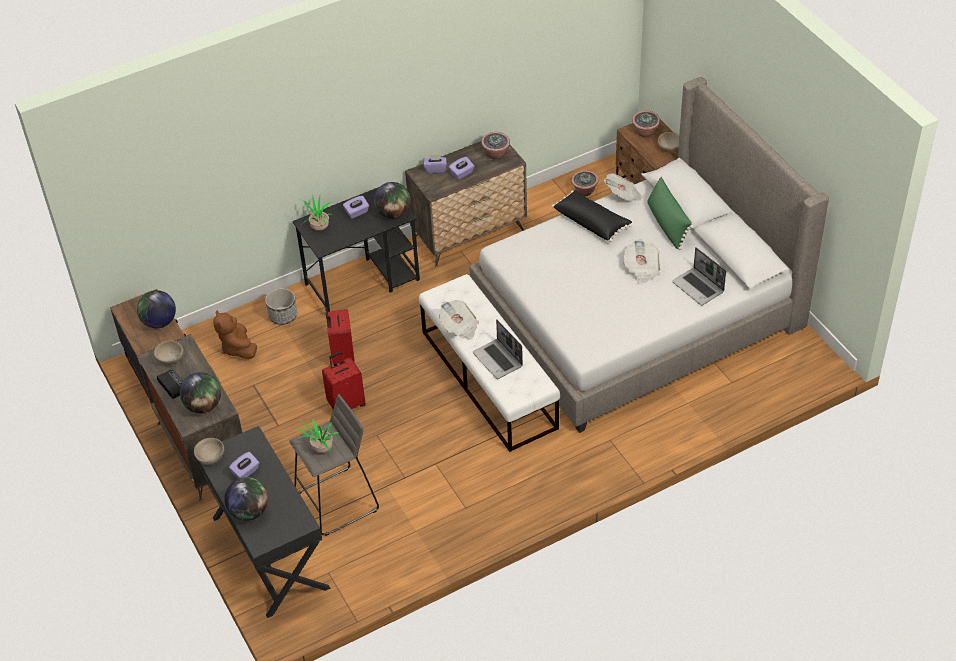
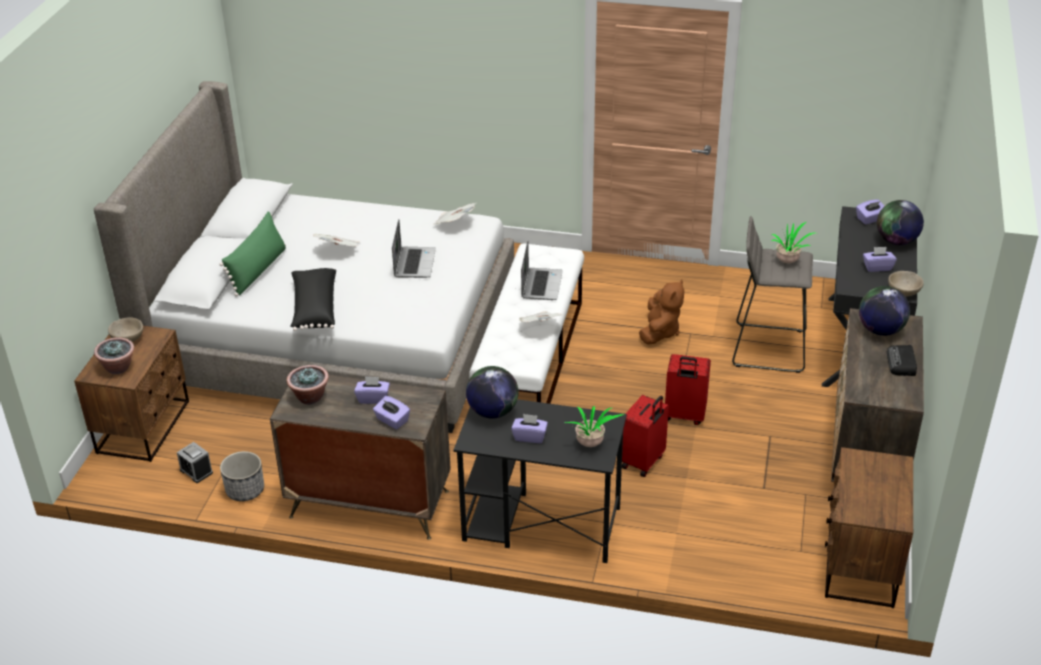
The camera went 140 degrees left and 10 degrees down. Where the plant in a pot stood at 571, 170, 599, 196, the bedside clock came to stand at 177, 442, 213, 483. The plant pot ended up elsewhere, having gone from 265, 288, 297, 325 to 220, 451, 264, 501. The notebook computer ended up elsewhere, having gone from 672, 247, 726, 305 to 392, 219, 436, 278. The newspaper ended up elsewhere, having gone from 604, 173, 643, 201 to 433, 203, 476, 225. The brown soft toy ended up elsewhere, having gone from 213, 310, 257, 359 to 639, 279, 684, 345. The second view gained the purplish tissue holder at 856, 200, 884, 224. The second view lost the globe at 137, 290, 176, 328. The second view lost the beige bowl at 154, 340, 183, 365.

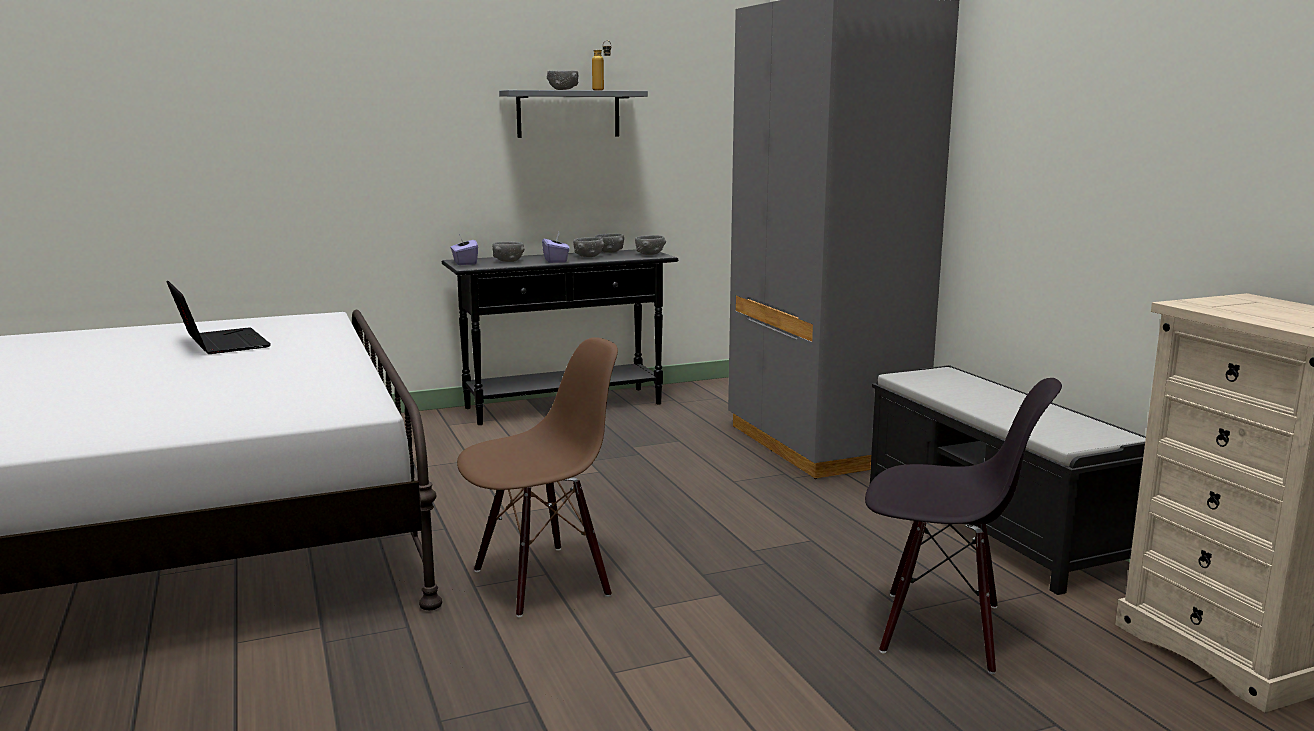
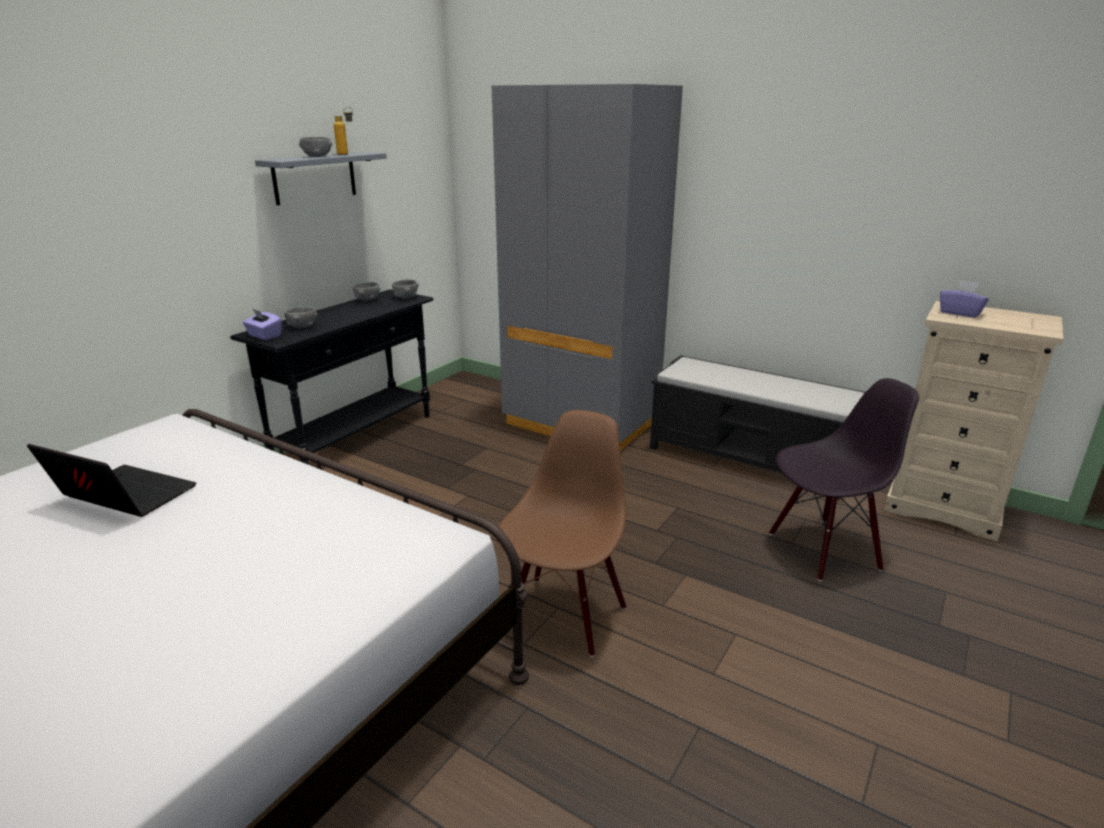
The camera went 35 degrees left and 10 degrees up. The purplish tissue holder ended up elsewhere, having gone from 542, 232, 570, 263 to 940, 280, 989, 318. The second view lost the greyish bowl at 573, 237, 604, 257.

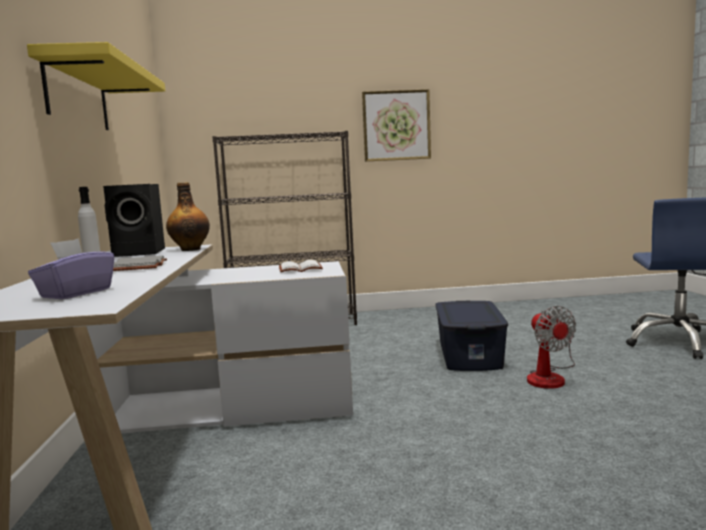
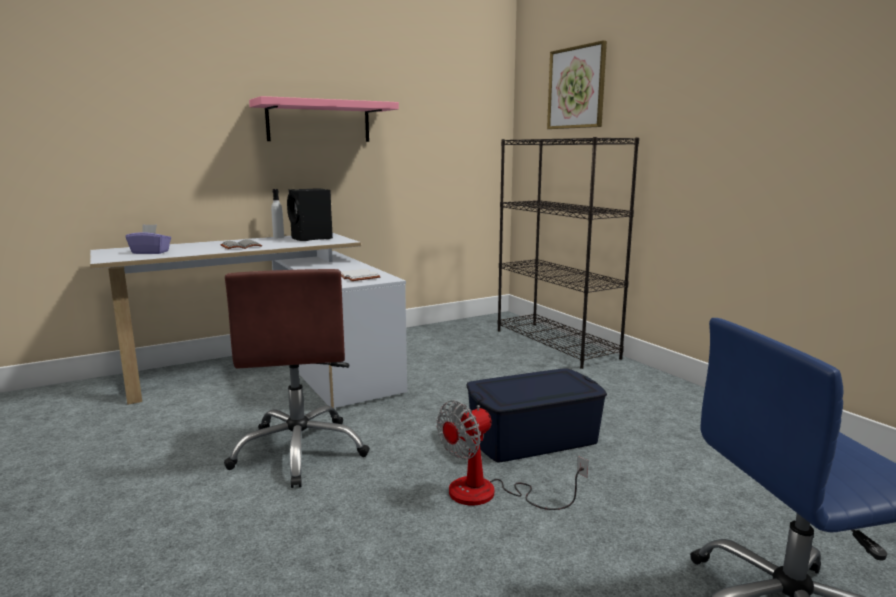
The camera went 65 degrees right and 5 degrees up. The second view gained the brown office chair at 224, 269, 370, 488. What was the yellow bracket shelf at 27, 42, 165, 130 turned into the pink bracket shelf at 249, 96, 399, 142. The wall picture ended up elsewhere, having gone from 362, 89, 431, 162 to 547, 40, 607, 129. The second view lost the beverage bottle at 166, 182, 210, 251.

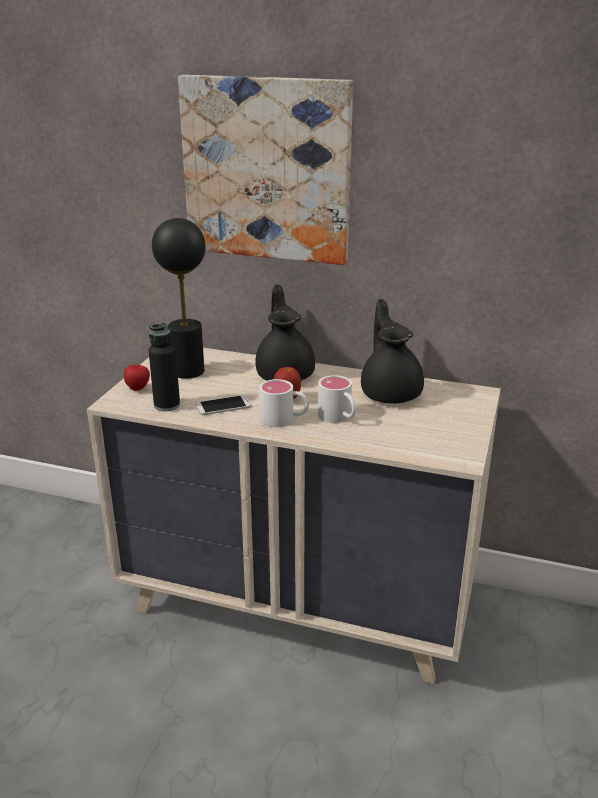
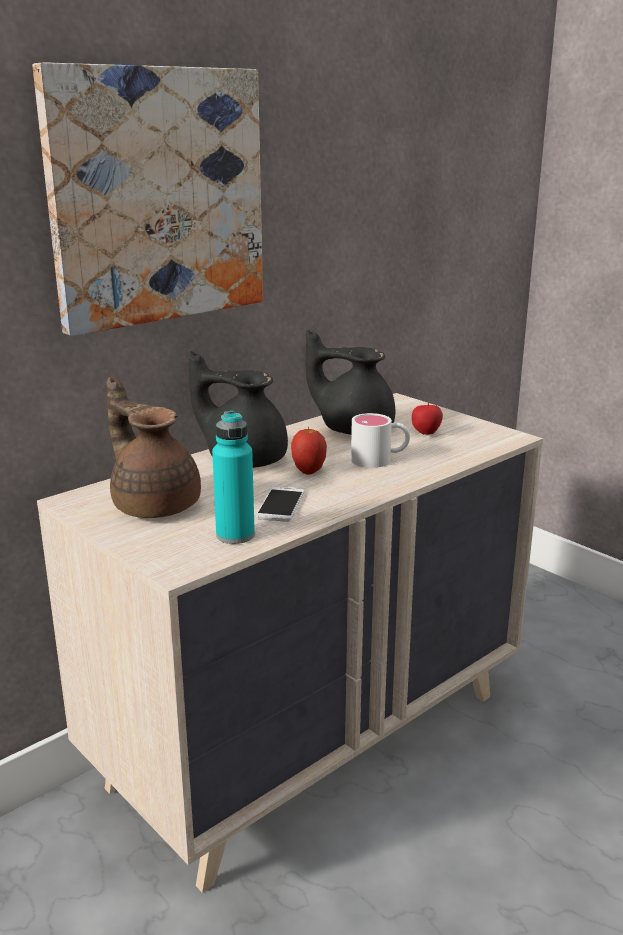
The camera went 60 degrees left and 5 degrees down. Where the blackish tabletop lamp stood at 152, 218, 206, 379, the brown pot for tea came to stand at 107, 377, 201, 518. What was the blackish beverage bottle at 149, 323, 180, 411 turned into the turquoise-coloured beverage bottle at 212, 411, 255, 544. The apple ended up elsewhere, having gone from 124, 365, 150, 391 to 412, 403, 443, 435. The second view lost the whitish mug at 259, 379, 309, 427.

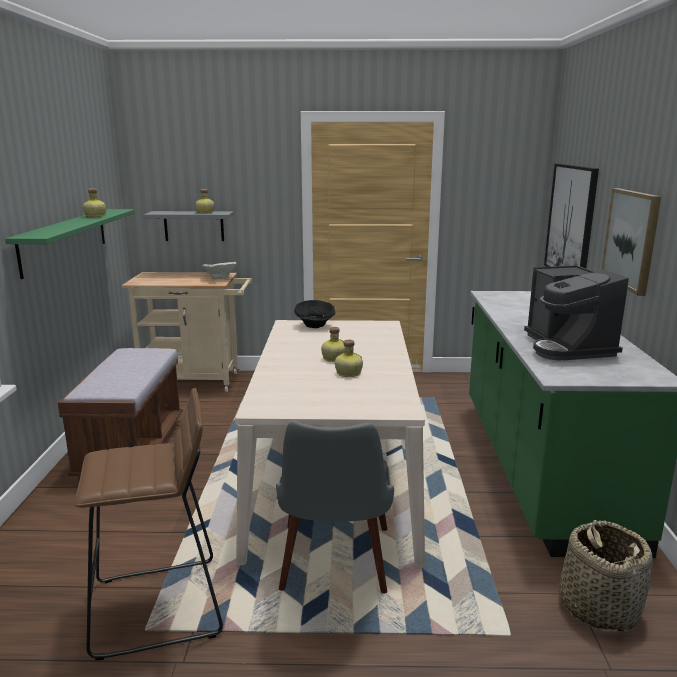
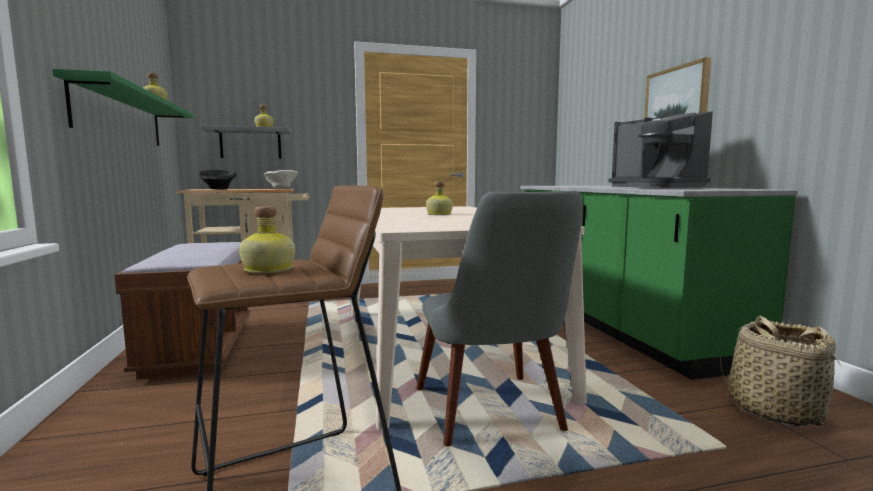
The camera went 15 degrees left and 10 degrees down. The blackish bowl ended up elsewhere, having gone from 294, 300, 336, 328 to 198, 170, 237, 190. The beverage bottle ended up elsewhere, having gone from 335, 340, 363, 377 to 239, 206, 295, 273. The second view lost the wall picture at 544, 164, 599, 268.

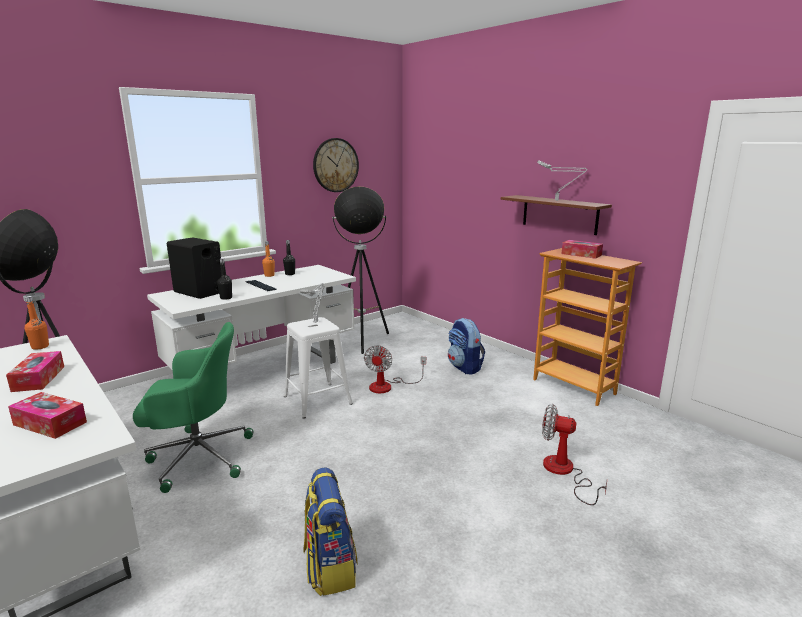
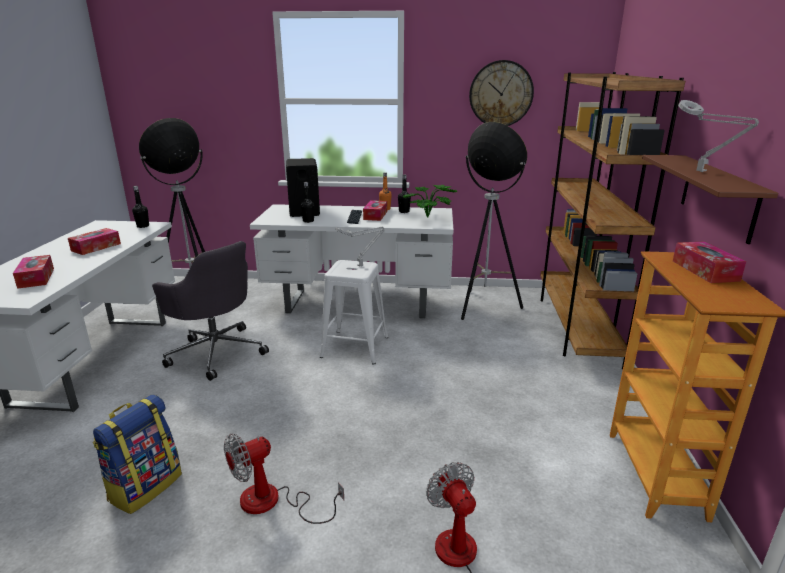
The camera went 45 degrees right and 5 degrees up. What was the orange beverage bottle at 25, 296, 49, 350 turned into the blackish beverage bottle at 132, 186, 149, 228. What was the green office chair at 133, 322, 254, 493 turned into the greyish office chair at 152, 241, 269, 381. The fan ended up elsewhere, having gone from 364, 345, 426, 393 to 224, 434, 344, 524. The second view gained the tissue holder at 363, 200, 387, 221. The second view gained the plant in a pot at 403, 184, 457, 218. The second view gained the brown shelving unit at 540, 72, 685, 370. The second view lost the rucksack at 448, 318, 485, 375.

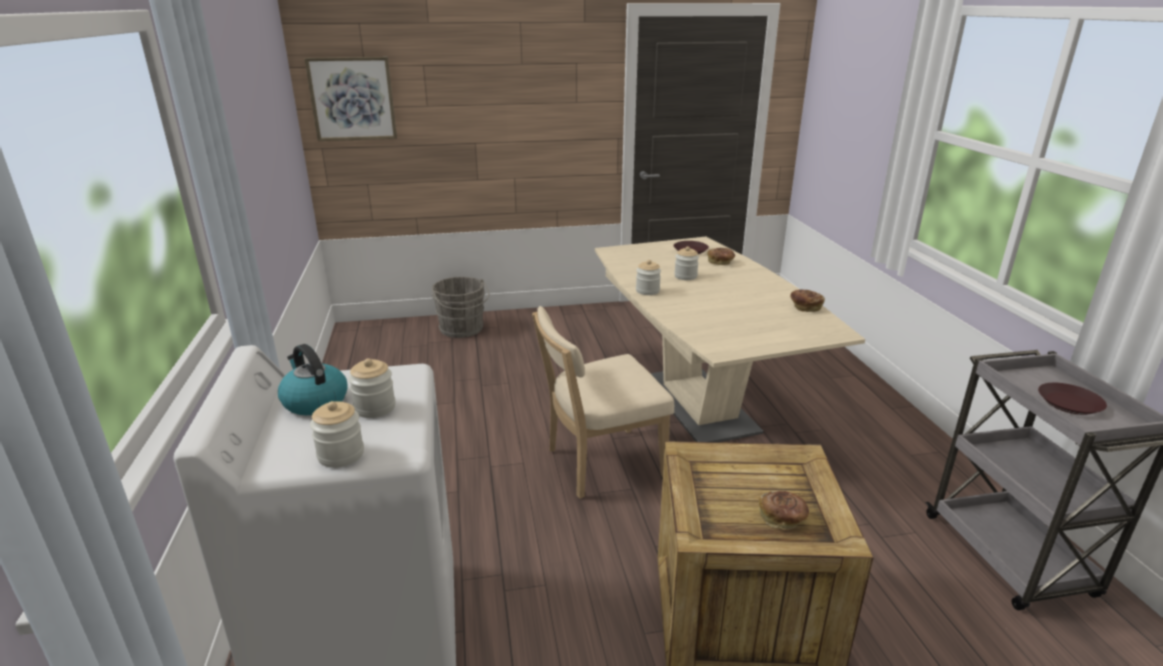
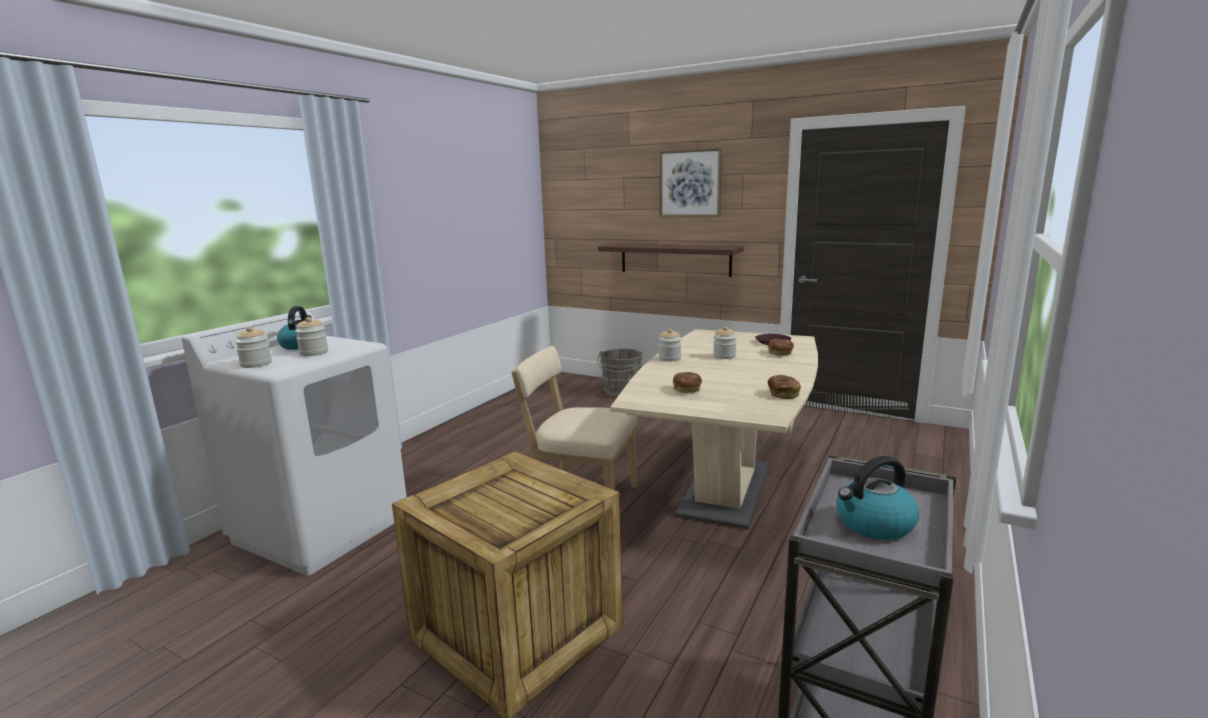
The camera went 40 degrees right and 10 degrees down. The second view gained the bracket shelf at 598, 243, 744, 277. The wall picture ended up elsewhere, having gone from 304, 57, 397, 141 to 659, 148, 722, 217. The bakery bread ended up elsewhere, having gone from 759, 490, 809, 530 to 673, 372, 702, 393. Where the brown plate stood at 1038, 383, 1107, 415, the kettle came to stand at 836, 456, 919, 540.

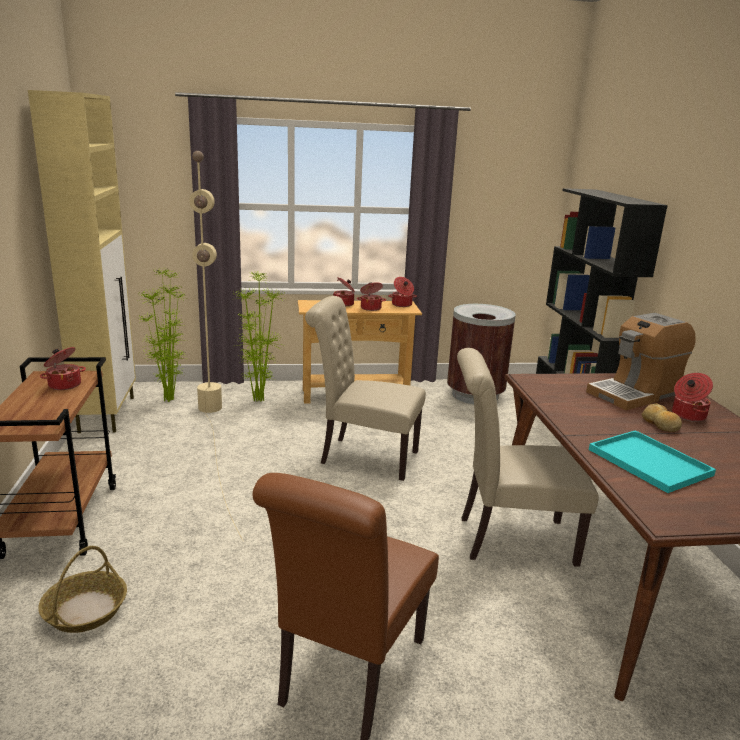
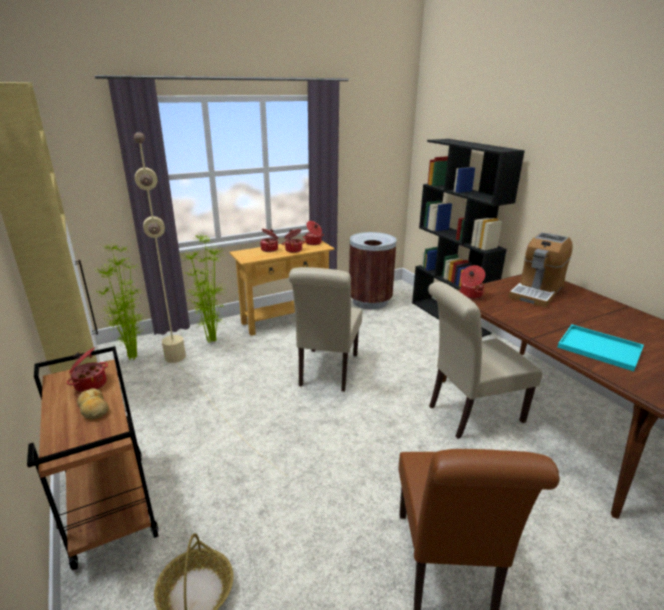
The camera went 20 degrees left and 5 degrees up. The bakery bread ended up elsewhere, having gone from 642, 403, 682, 432 to 77, 388, 109, 419. The beige upright chair at 305, 296, 426, 481 ended up facing another way, 75 degrees counterclockwise from before. The cooking pot ended up elsewhere, having gone from 672, 373, 713, 422 to 460, 265, 485, 299.

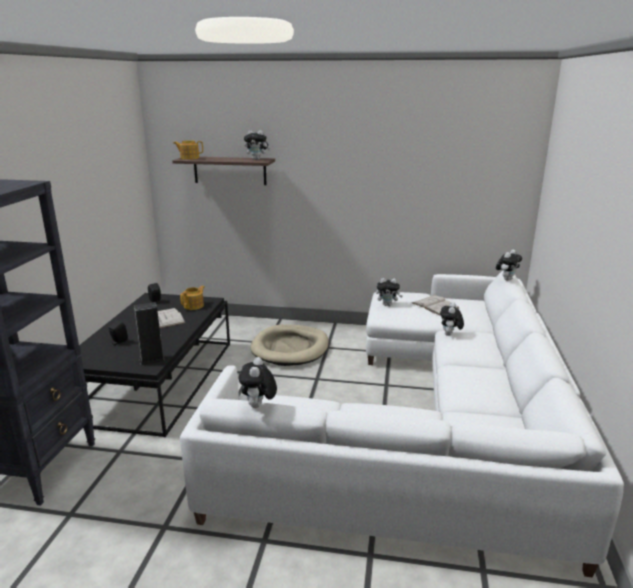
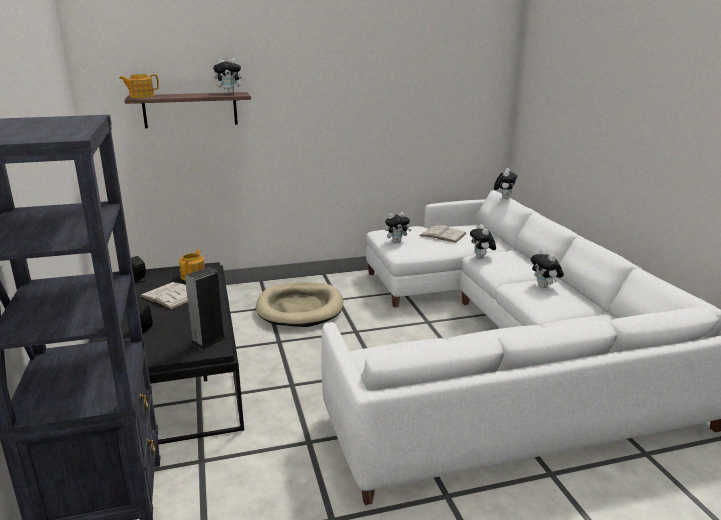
The camera went 25 degrees left and 0 degrees up. The soft toy ended up elsewhere, having gone from 239, 357, 277, 408 to 531, 249, 564, 288.

